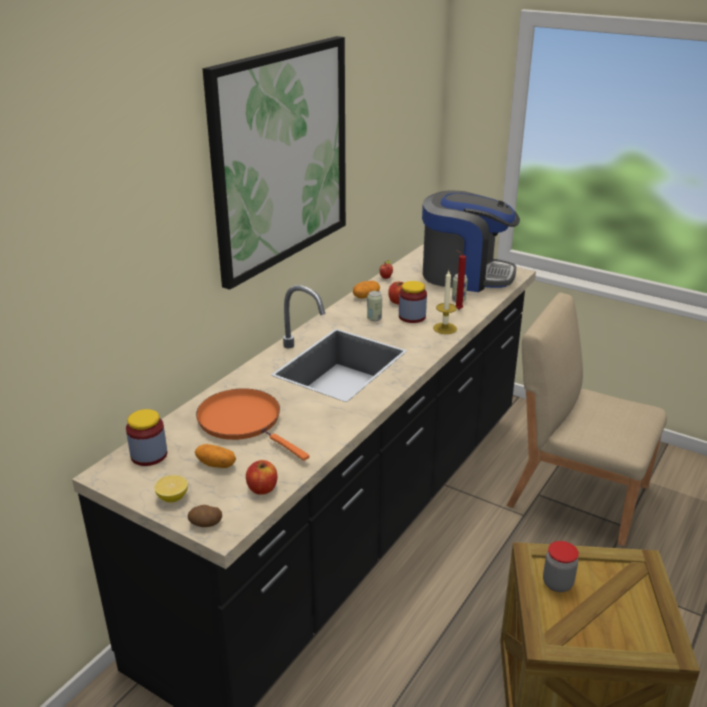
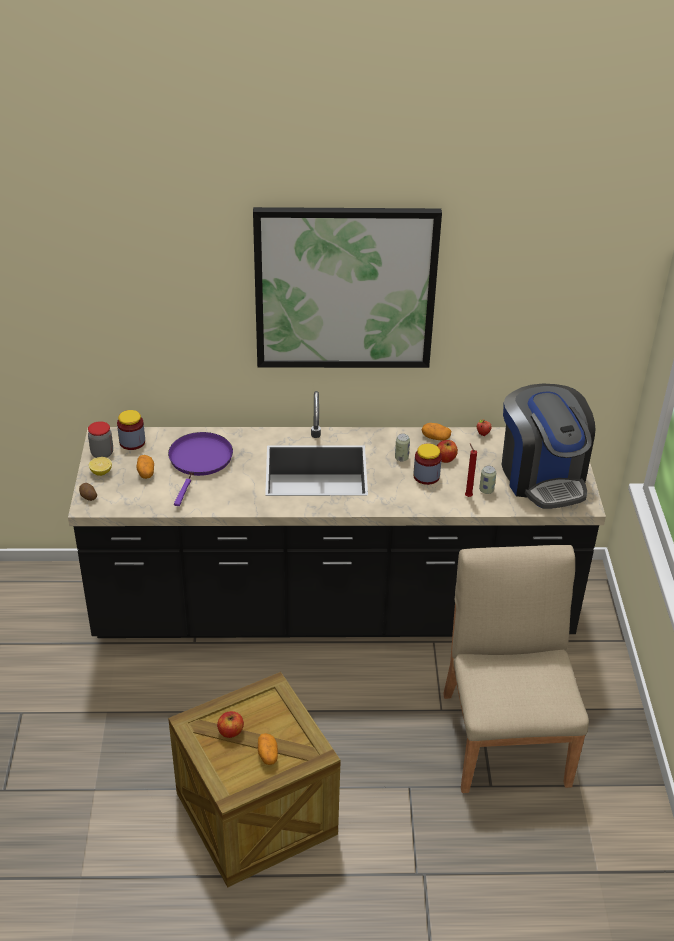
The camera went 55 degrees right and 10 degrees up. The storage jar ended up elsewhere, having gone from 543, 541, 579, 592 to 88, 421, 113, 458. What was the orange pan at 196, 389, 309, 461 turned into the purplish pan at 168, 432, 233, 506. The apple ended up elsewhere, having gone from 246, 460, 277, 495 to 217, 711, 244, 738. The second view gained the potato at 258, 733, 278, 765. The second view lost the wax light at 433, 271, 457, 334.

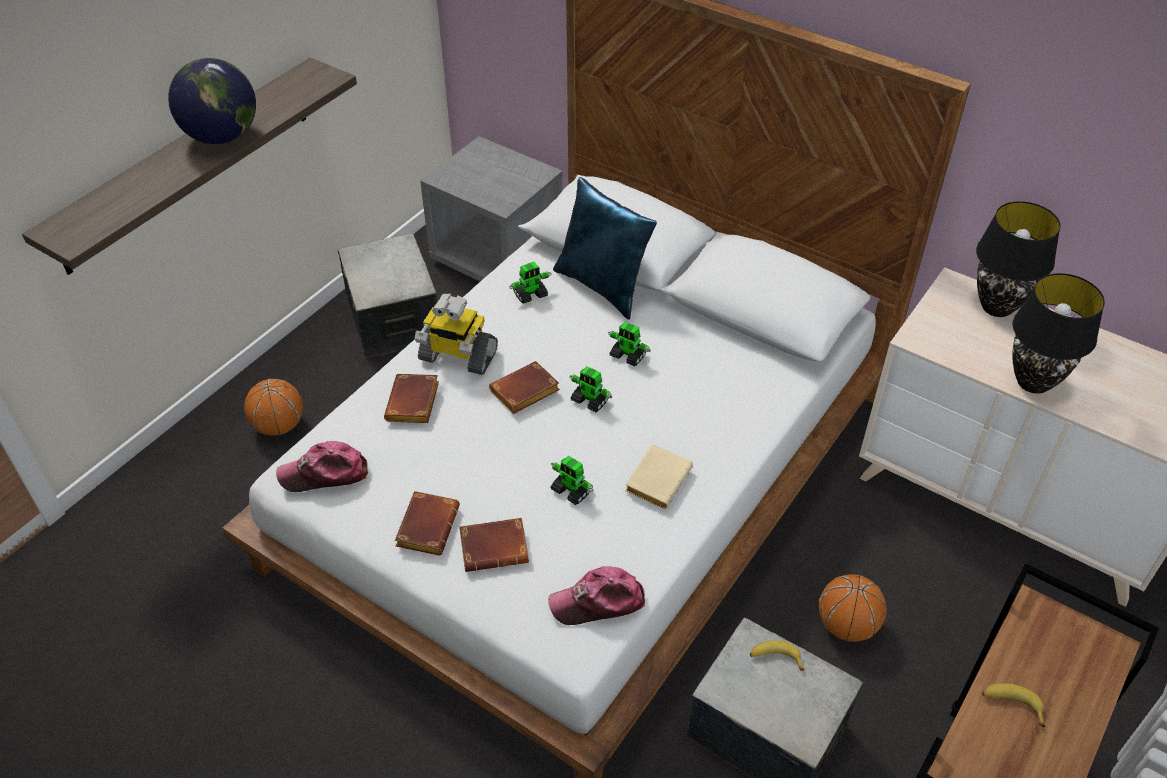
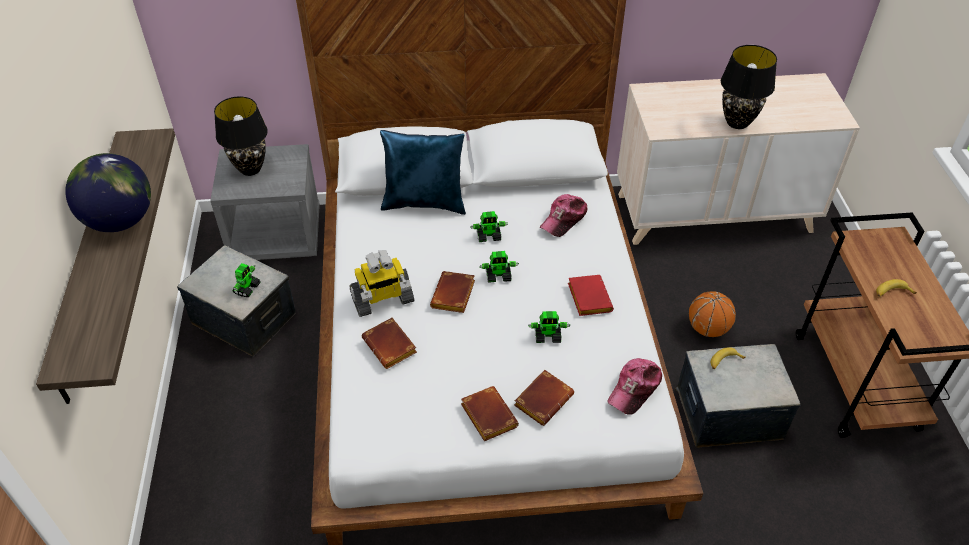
The camera went 40 degrees left and 0 degrees up. The blackish tabletop lamp ended up elsewhere, having gone from 976, 201, 1061, 317 to 214, 96, 268, 176. The robot figure ended up elsewhere, having gone from 509, 262, 551, 304 to 233, 263, 261, 297. The baseball cap ended up elsewhere, having gone from 276, 441, 368, 492 to 540, 194, 587, 237. What was the beige book at 625, 444, 693, 509 turned into the red book at 568, 275, 614, 316. The second view lost the basketball at 244, 379, 303, 436.

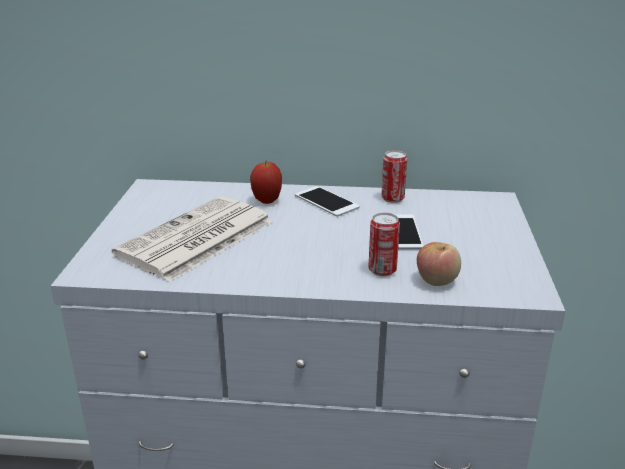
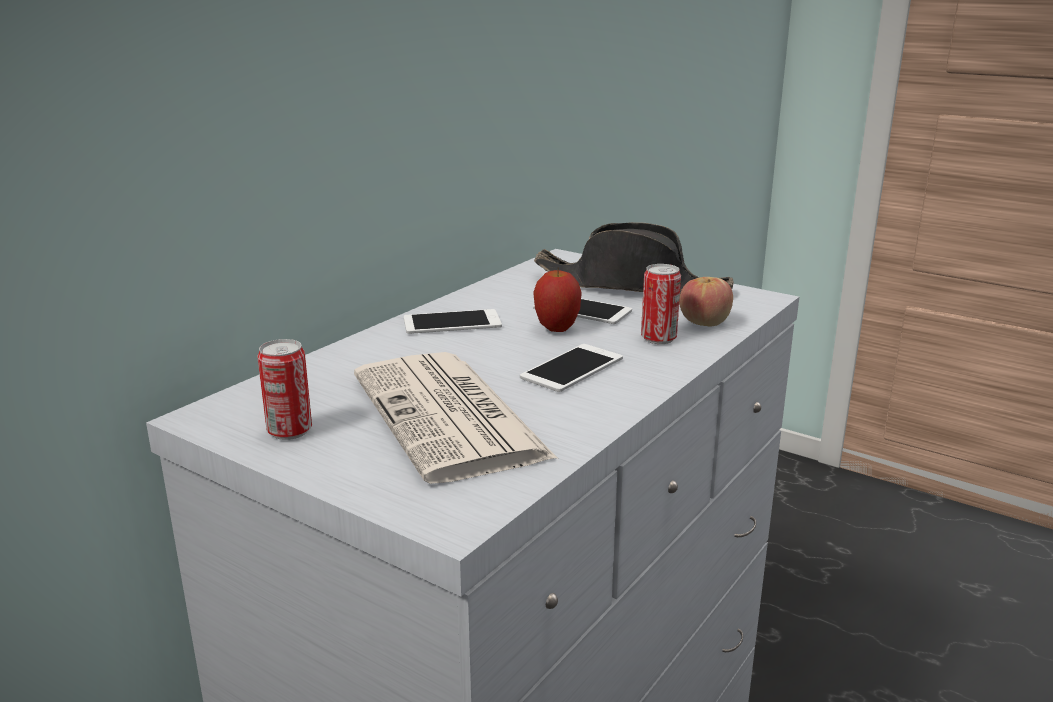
The camera went 60 degrees left and 5 degrees down. The sealed can ended up elsewhere, having gone from 381, 150, 407, 203 to 257, 339, 312, 440. The second view gained the telephone at 520, 344, 623, 392. The second view gained the blackish clothing hat at 534, 222, 734, 293. The apple ended up elsewhere, having gone from 250, 162, 282, 204 to 534, 267, 581, 332.

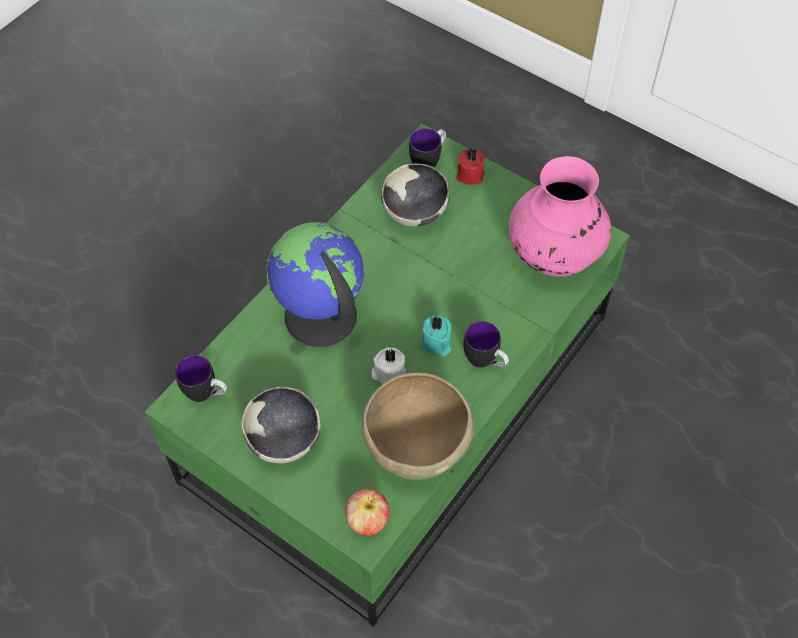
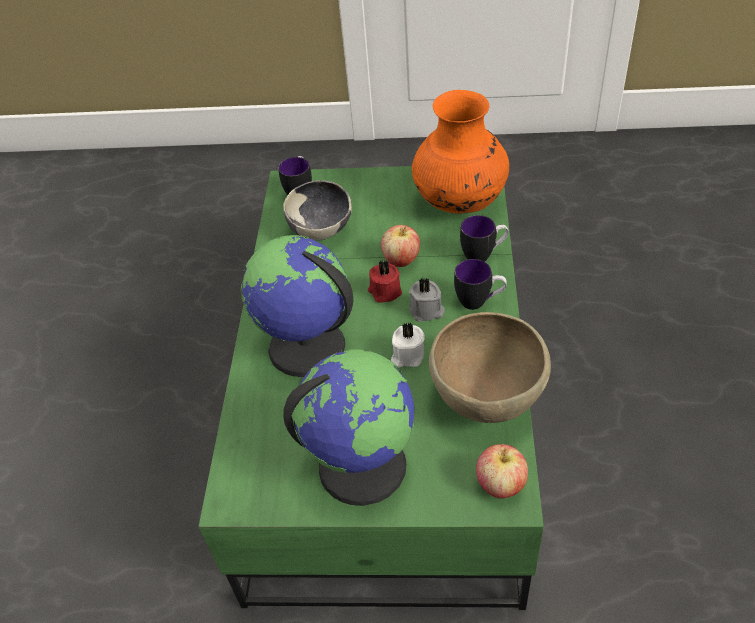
The camera went 30 degrees left and 10 degrees down. Where the bowl stood at 242, 386, 321, 463, the globe came to stand at 283, 349, 416, 506. The red wax light ended up elsewhere, having gone from 456, 147, 484, 185 to 368, 260, 402, 303. The second view gained the apple at 381, 225, 420, 267. What was the turquoise-coloured wax light at 421, 315, 451, 357 turned into the greyish wax light at 409, 277, 445, 322. What was the pink decorative vase at 509, 156, 611, 277 turned into the orange decorative vase at 412, 90, 509, 214. The mug ended up elsewhere, having gone from 175, 355, 227, 402 to 460, 215, 509, 262.

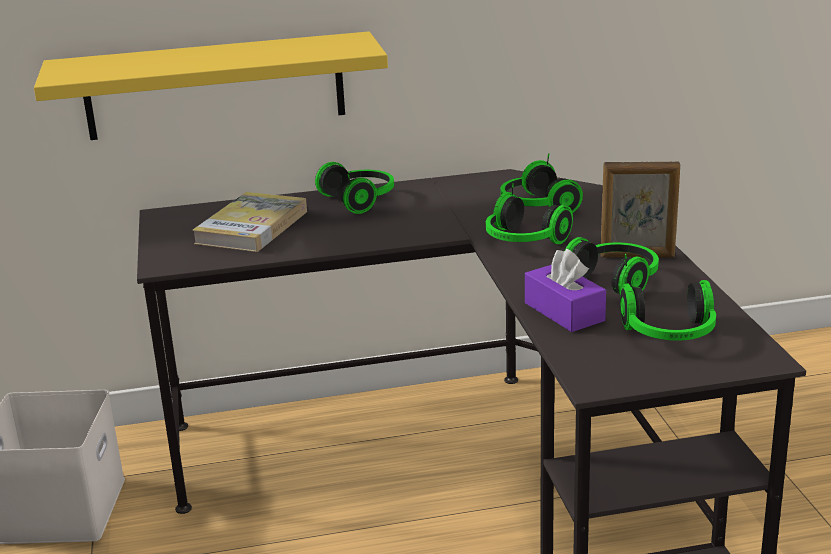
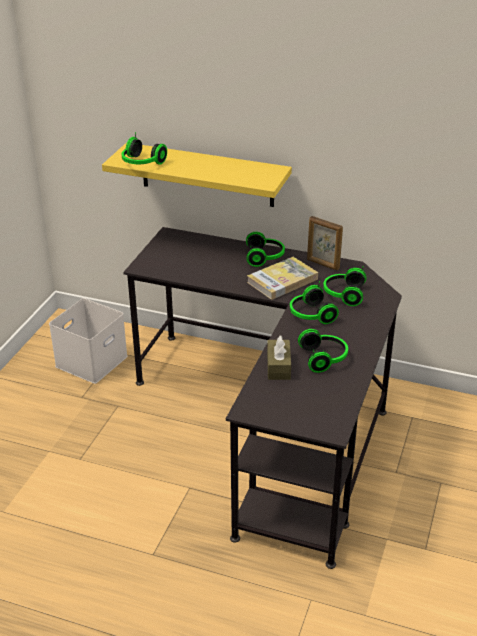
The camera went 30 degrees right and 10 degrees up. The pair of headphones ended up elsewhere, having gone from 620, 272, 716, 341 to 122, 132, 167, 165. The book ended up elsewhere, having gone from 192, 192, 307, 252 to 247, 257, 318, 300. What was the purplish tissue holder at 525, 249, 606, 332 turned into the brown tissue holder at 267, 336, 291, 380. The standing frame ended up elsewhere, having gone from 601, 161, 680, 257 to 307, 216, 343, 271.

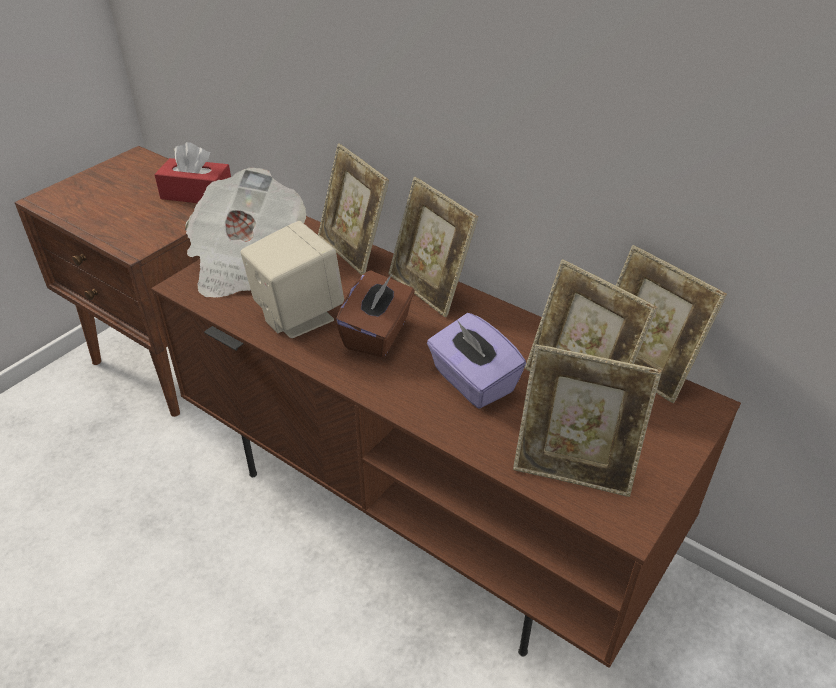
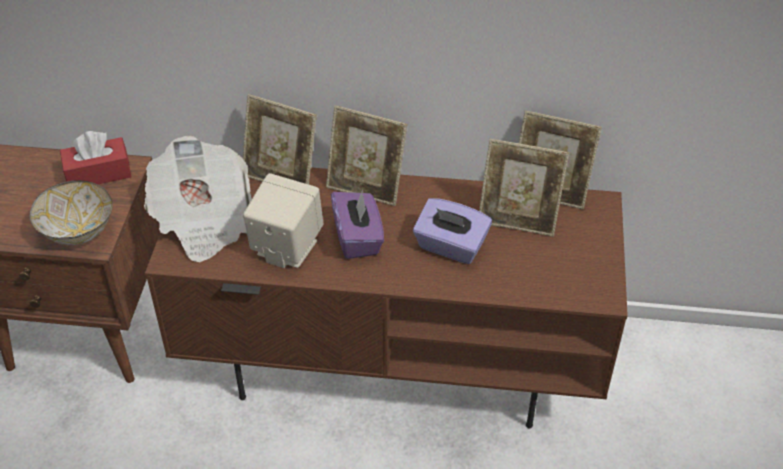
The camera went 30 degrees left and 5 degrees up. The second view gained the bowl at 30, 180, 113, 245. What was the brown tissue holder at 336, 270, 415, 357 turned into the purplish tissue holder at 331, 190, 384, 259. The second view lost the standing frame at 513, 344, 662, 497.

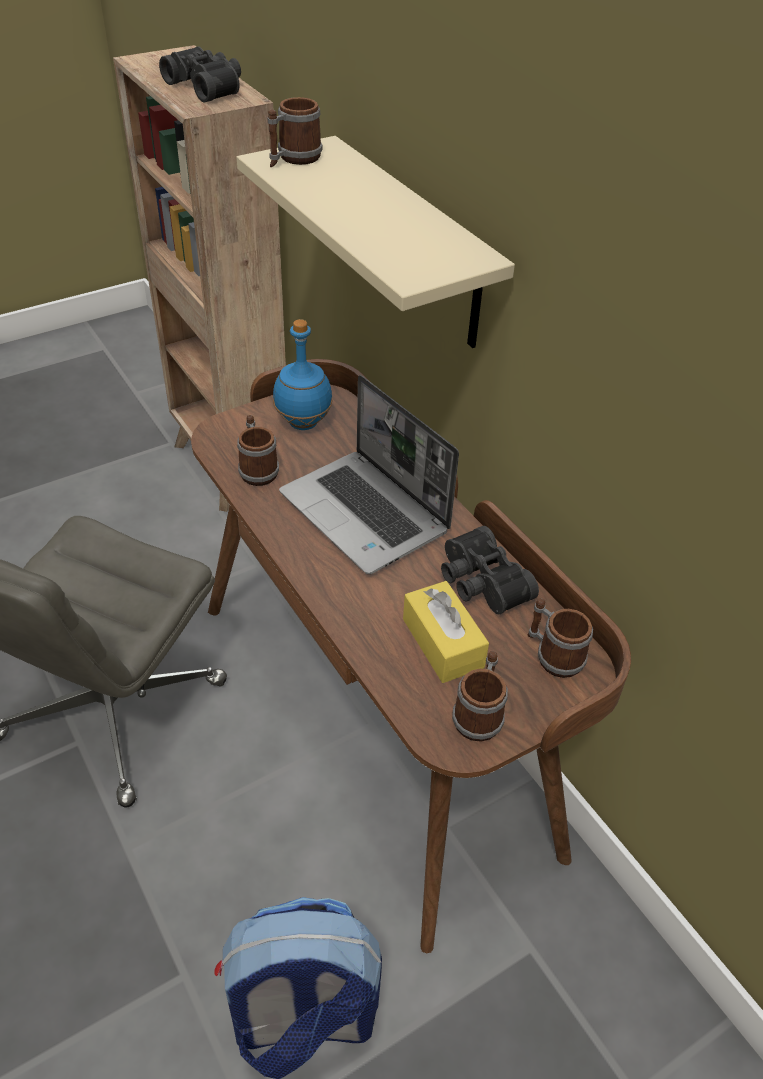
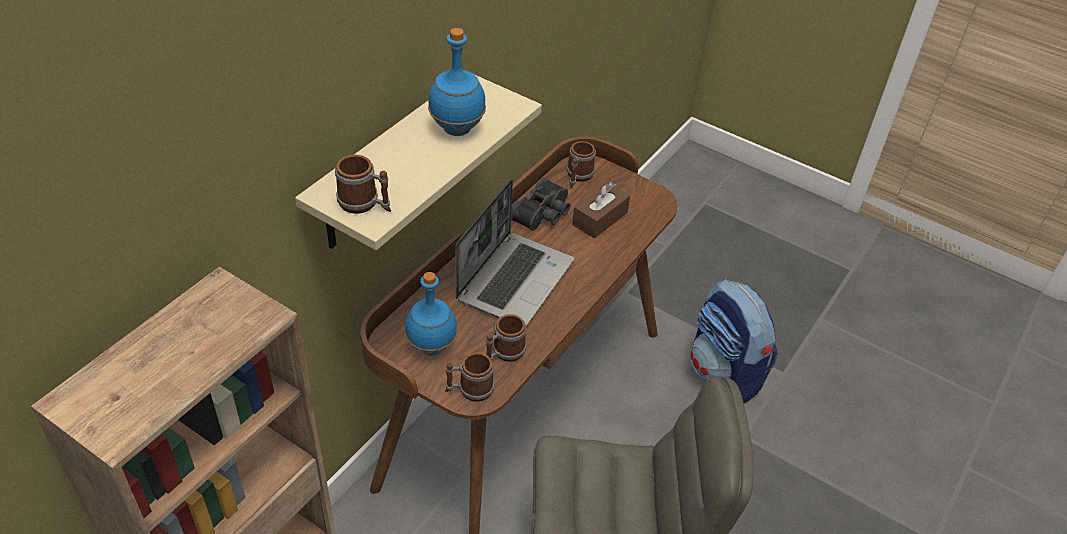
The camera went 115 degrees left and 0 degrees up. The second view gained the blue-coloured beverage bottle at 428, 28, 486, 136. The mug ended up elsewhere, having gone from 452, 651, 508, 741 to 445, 352, 495, 402. What was the yellow tissue holder at 403, 581, 489, 683 turned into the brown tissue holder at 572, 182, 630, 238. The second view lost the blackish field glasses at 159, 46, 241, 102.

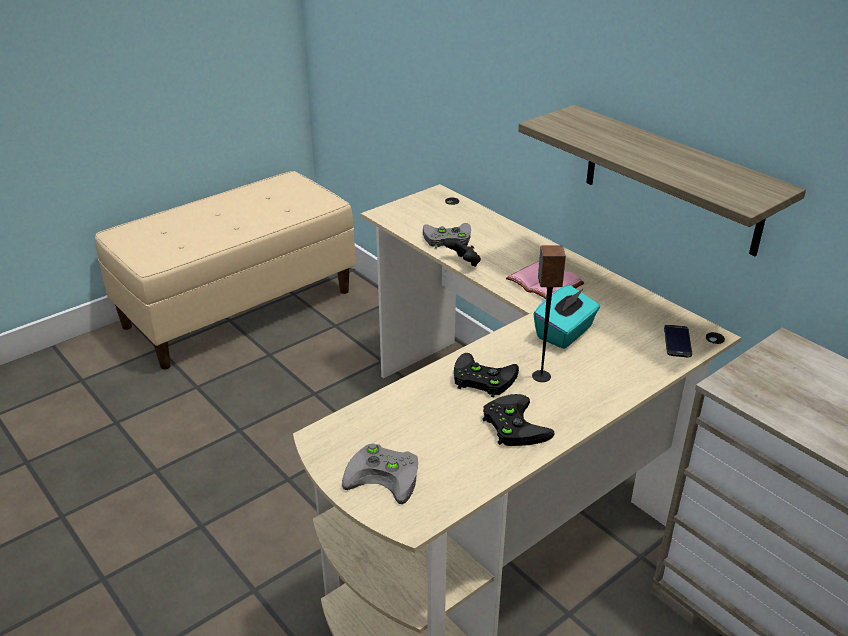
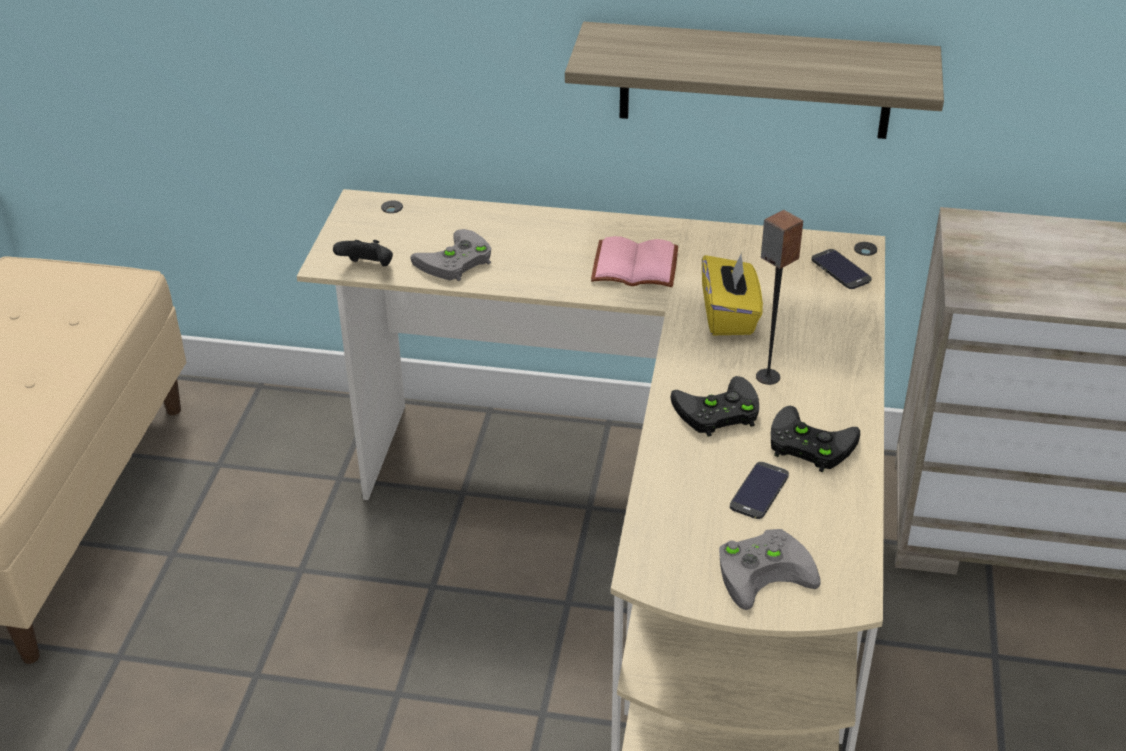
The camera went 40 degrees left and 5 degrees up. The blackish joypad ended up elsewhere, having gone from 443, 238, 481, 267 to 333, 240, 393, 266. What was the turquoise-coloured tissue holder at 533, 285, 600, 349 turned into the yellow tissue holder at 702, 252, 763, 335. The second view gained the telephone at 730, 462, 789, 519.

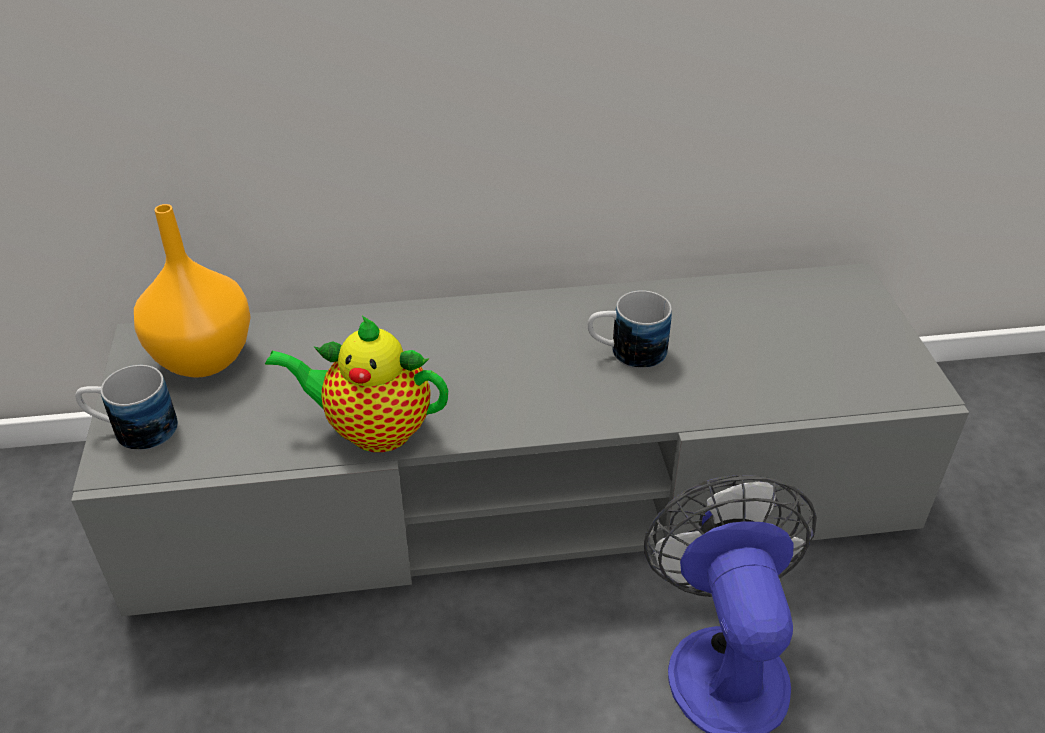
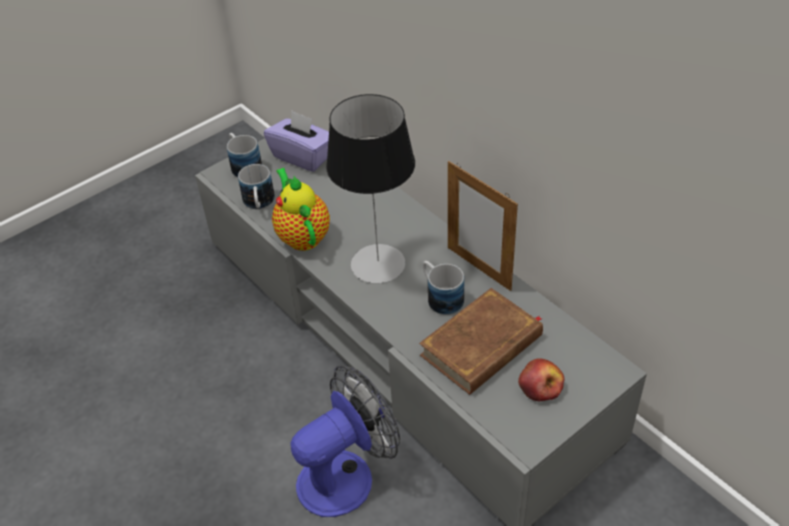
The camera went 60 degrees right and 5 degrees up. The second view gained the mug at 238, 164, 275, 209. Where the orange decorative vase stood at 134, 204, 251, 378, the purplish tissue holder came to stand at 264, 110, 329, 172. The second view gained the tabletop lamp at 326, 94, 415, 284. The second view gained the brown book at 419, 288, 543, 395. The second view gained the standing frame at 448, 161, 518, 291. The second view gained the apple at 518, 358, 565, 402.

